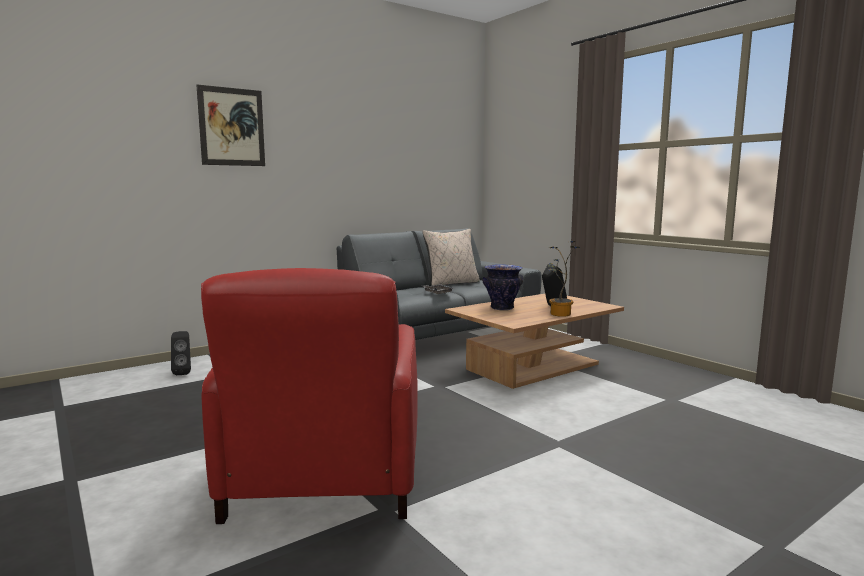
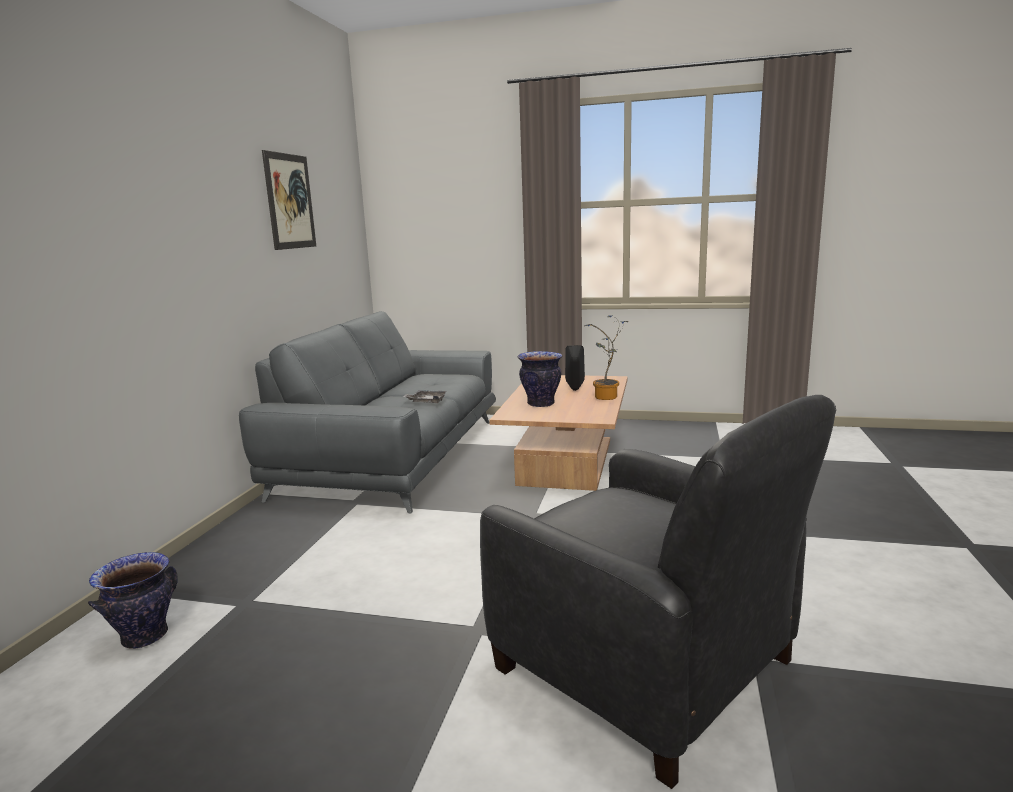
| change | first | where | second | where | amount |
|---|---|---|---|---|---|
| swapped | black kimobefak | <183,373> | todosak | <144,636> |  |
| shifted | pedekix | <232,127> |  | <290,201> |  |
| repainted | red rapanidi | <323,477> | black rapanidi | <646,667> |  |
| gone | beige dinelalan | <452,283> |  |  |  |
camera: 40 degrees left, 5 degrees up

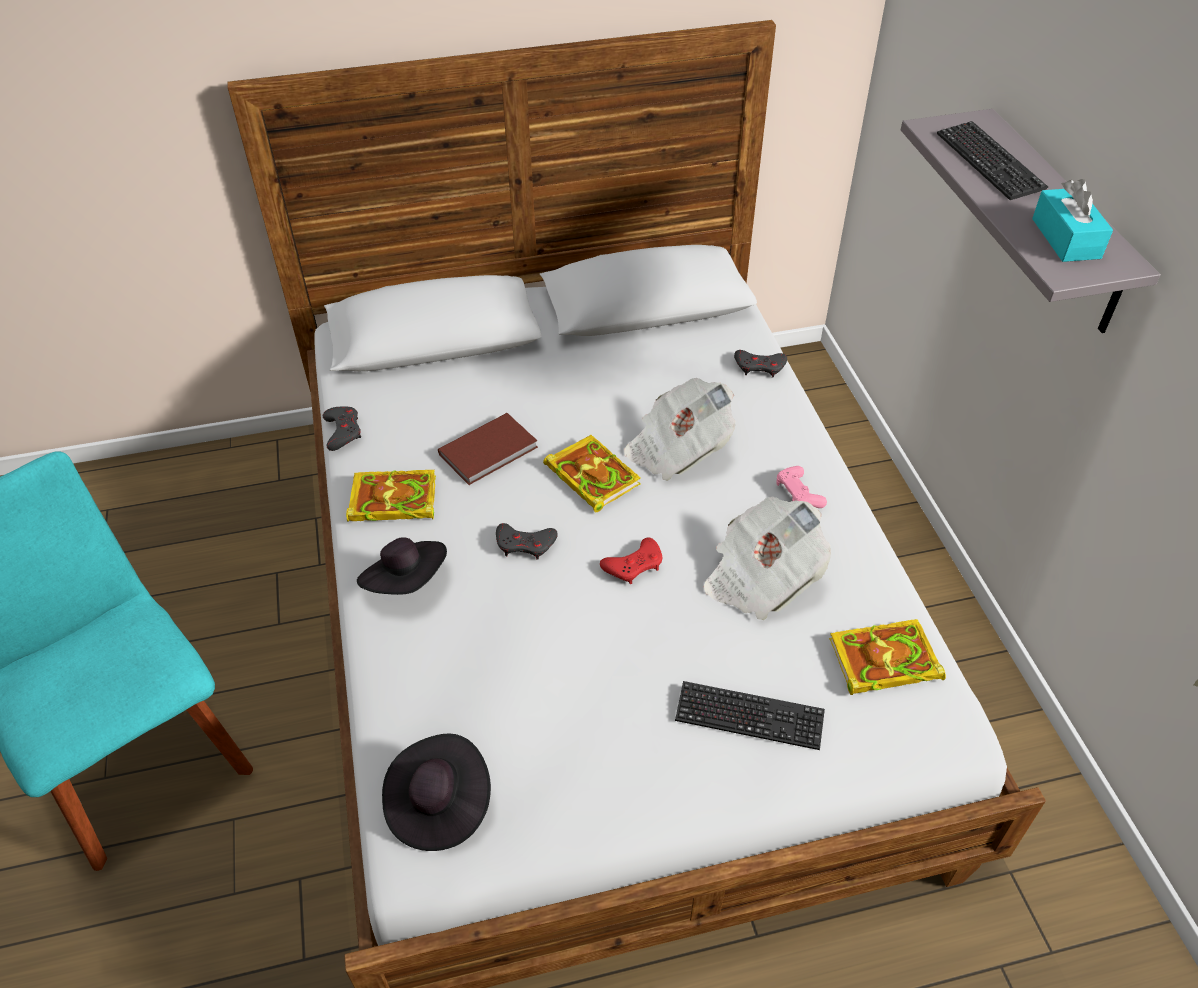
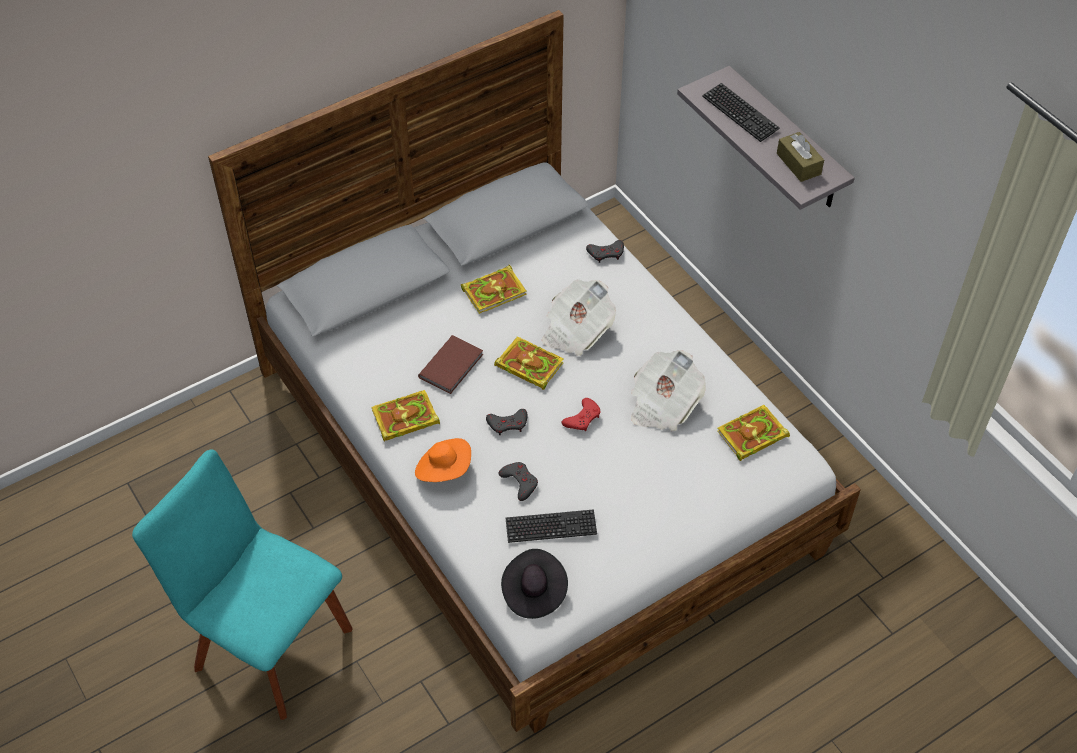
| change | first | where | second | where | amount |
|---|---|---|---|---|---|
| repainted | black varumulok | <407,581> | orange varumulok | <444,469> |  |
| new |  |  | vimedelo | <495,291> |  |
| shifted | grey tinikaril | <342,431> |  | <519,482> |  |
| shifted | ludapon | <749,717> |  | <551,527> |  |
| repainted | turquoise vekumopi | <1066,238> | brown vekumopi | <798,164> |  |
| gone | pink tinikaril | <798,494> |  |  |  |
camera: 20 degrees left, 5 degrees up

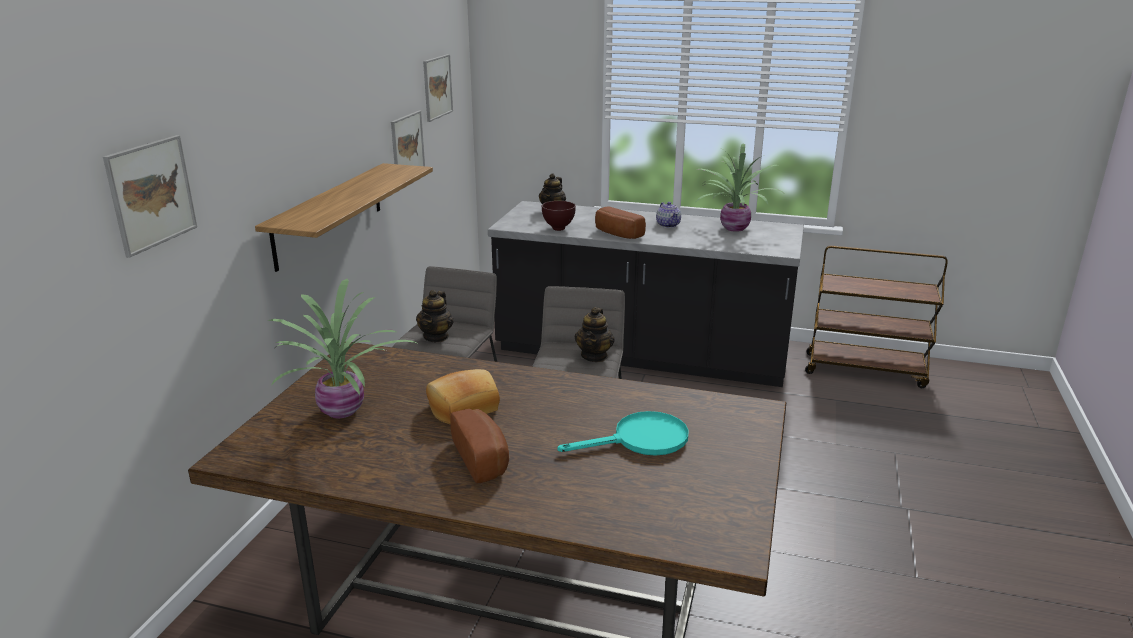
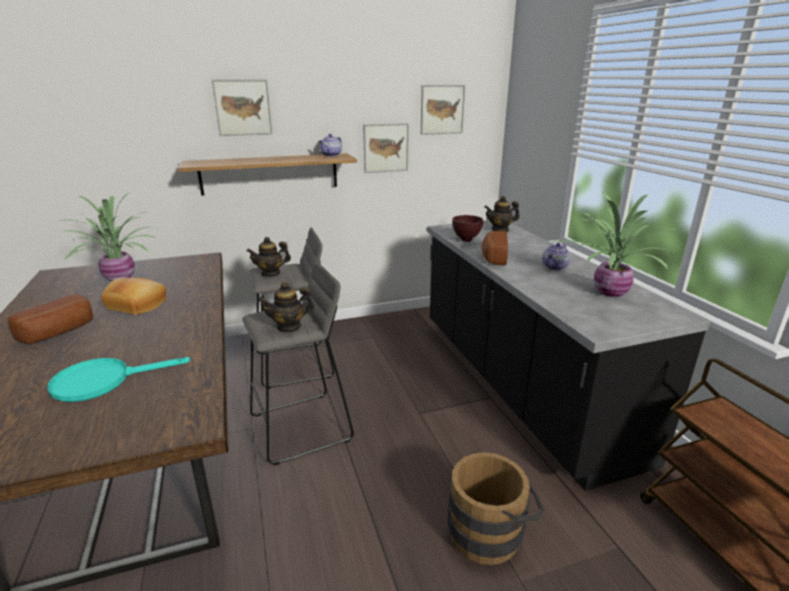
| change | first | where | second | where | amount |
|---|---|---|---|---|---|
| rotated | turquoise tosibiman | <641,440> |  | <103,381> | 120 degrees clockwise |
| shifted | pedekix | <151,194> |  | <243,107> |  |
| new |  |  | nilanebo | <331,155> |  |
| new |  |  | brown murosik | <490,531> |  |
camera: 55 degrees right, 0 degrees up

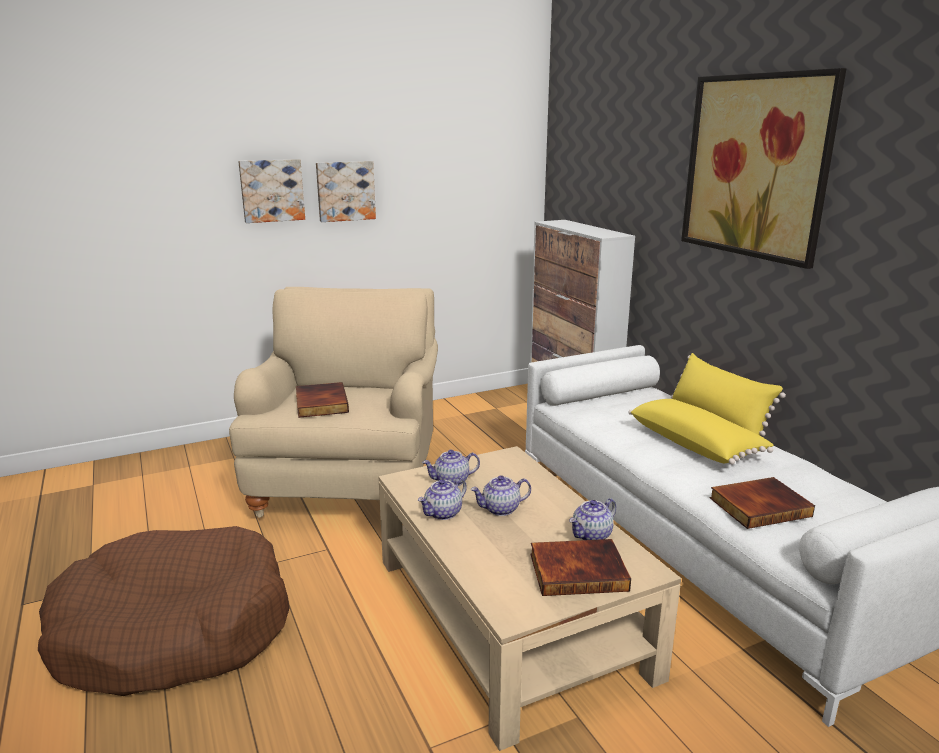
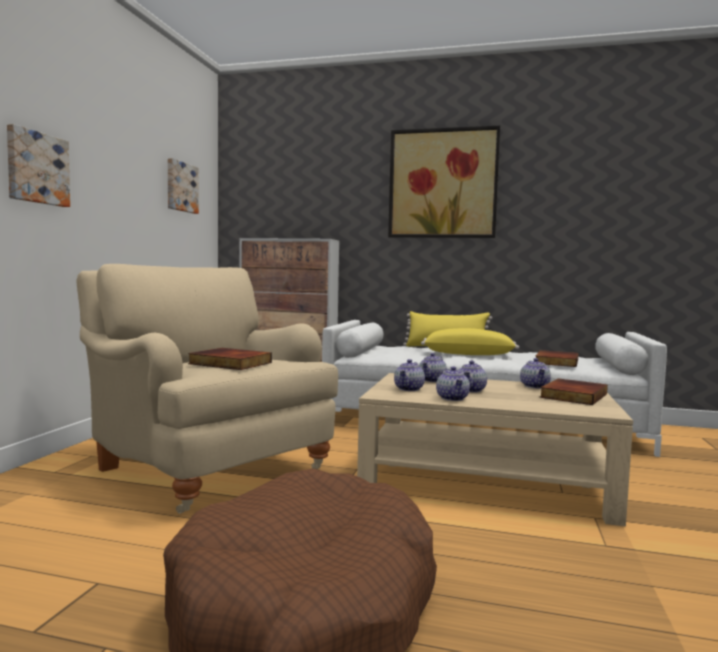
| change | first | where | second | where | amount |
|---|---|---|---|---|---|
| shifted | pedekix | <345,191> |  | <181,187> |  |
| new |  |  | nilanebo | <432,380> |  |
camera: 50 degrees left, 15 degrees down

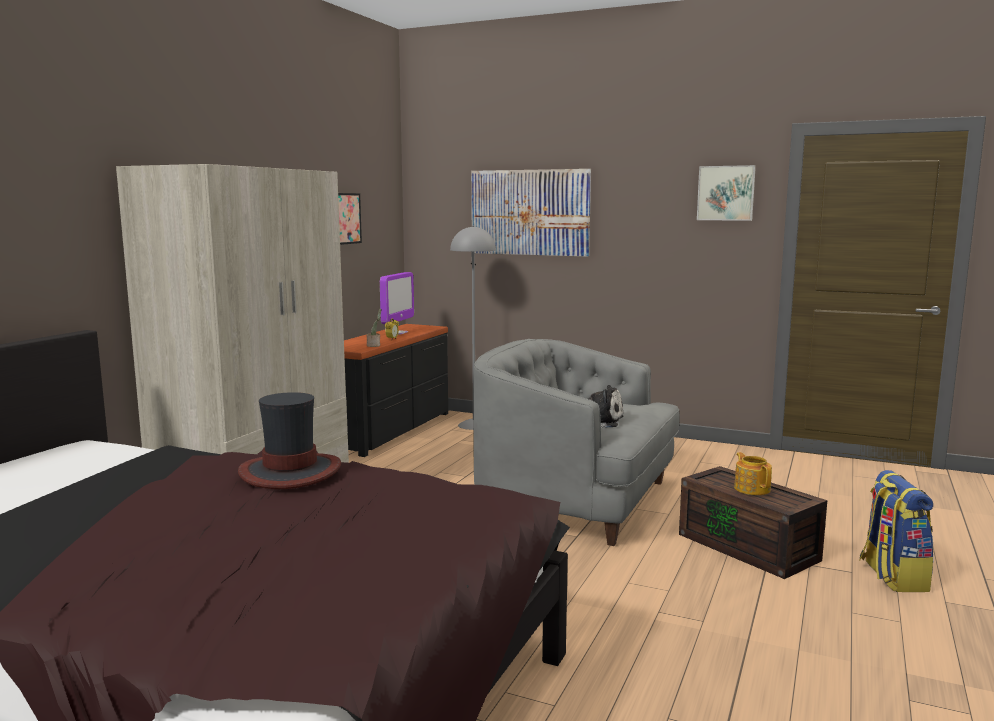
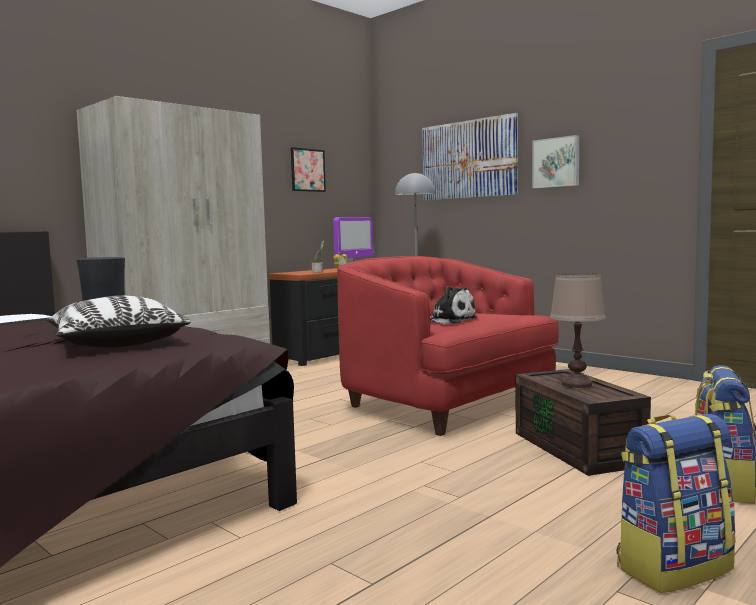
| change | first | where | second | where | amount |
|---|---|---|---|---|---|
| new |  |  | dinelalan | <117,343> |  |
| repainted | grey rapanidi | <576,501> | red rapanidi | <445,403> |  |
| shifted | pedekix | <726,193> |  | <556,162> |  |
| swapped | nilanebo | <752,488> | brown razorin | <577,384> |  |
| new |  |  | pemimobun | <673,567> |  |
camera: 20 degrees right, 5 degrees down

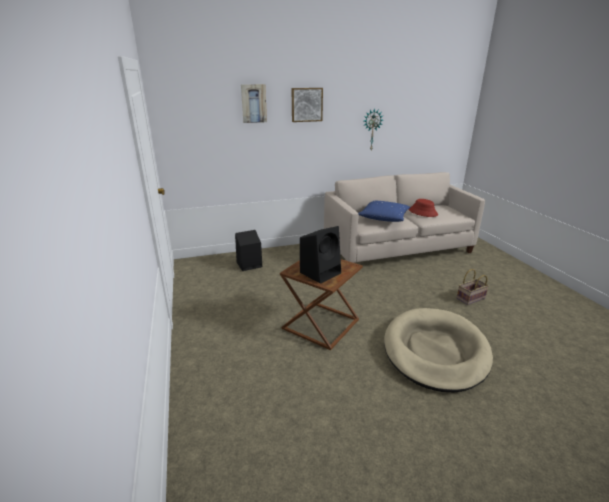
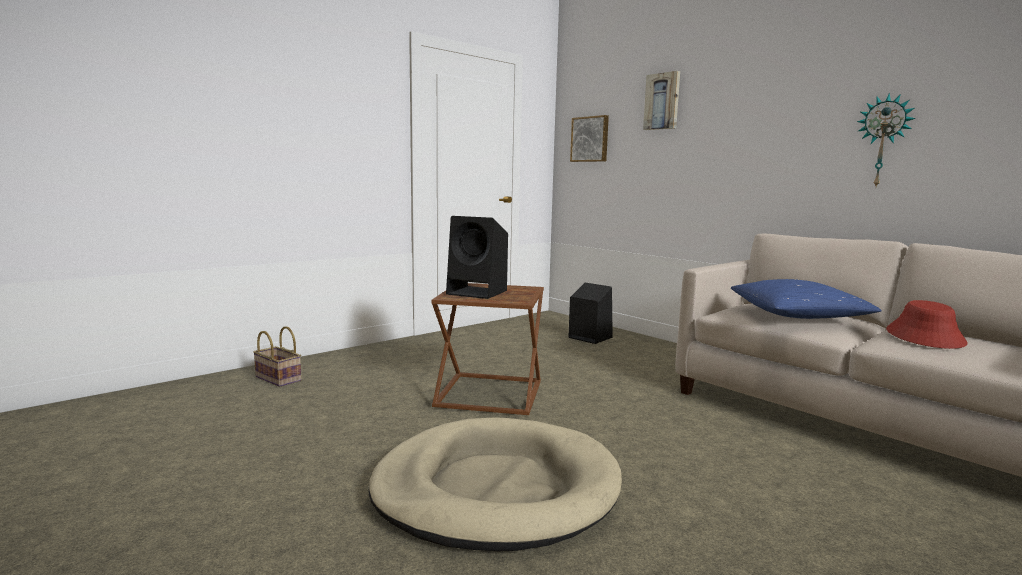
| change | first | where | second | where | amount |
|---|---|---|---|---|---|
| shifted | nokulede | <470,298> |  | <276,379> |  |
| shifted | pedekix | <306,104> |  | <590,139> |  |
camera: 65 degrees right, 15 degrees down

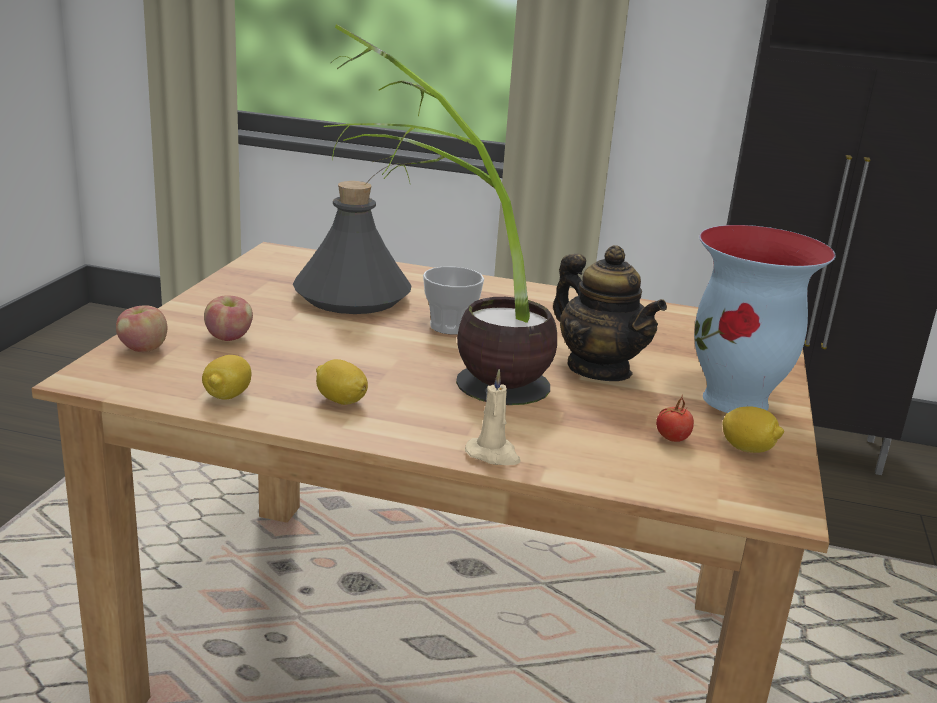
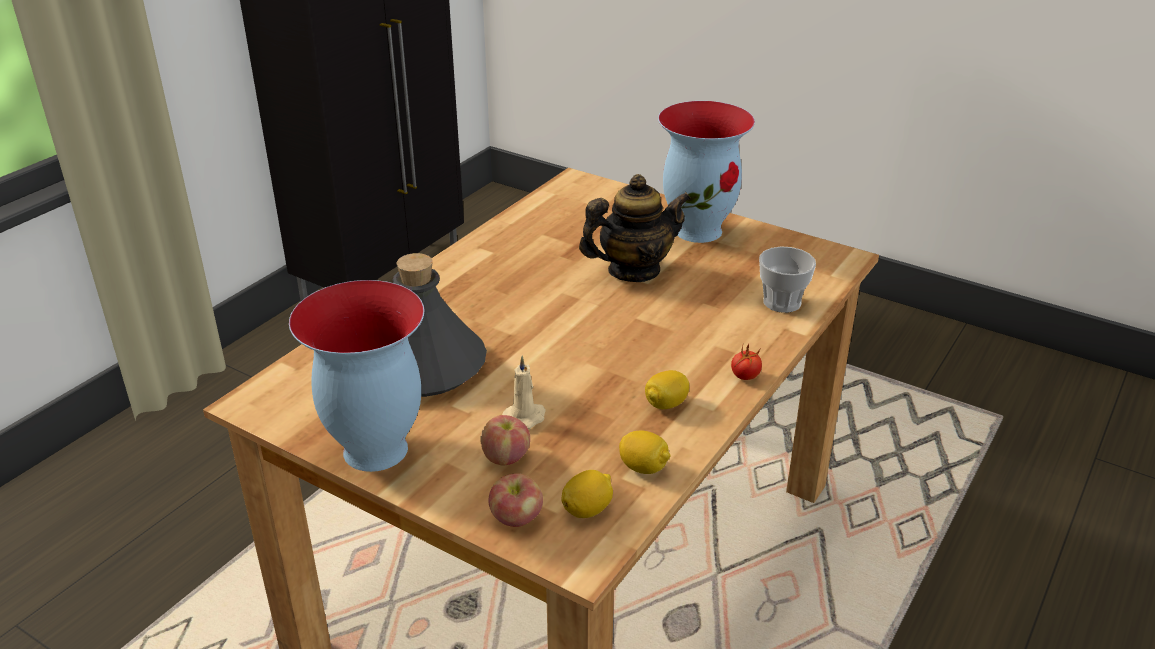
| change | first | where | second | where | amount |
|---|---|---|---|---|---|
| new |  |  | todosak | <373,451> |  |
| shifted | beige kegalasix | <493,455> |  | <525,417> |  |
| shifted | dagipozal | <747,449> |  | <587,509> |  |
| shifted | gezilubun | <672,438> |  | <745,377> |  |
| shifted | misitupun | <450,326> |  | <782,302> |  |
| gone | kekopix | <447,373> |  |  |  |
camera: 70 degrees left, 10 degrees up

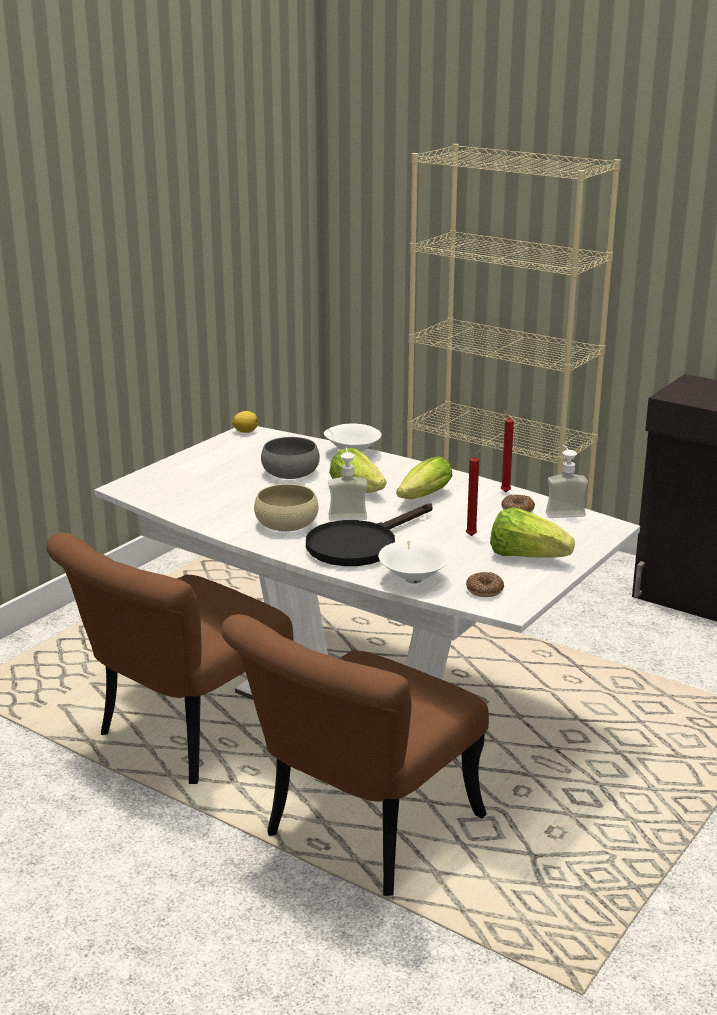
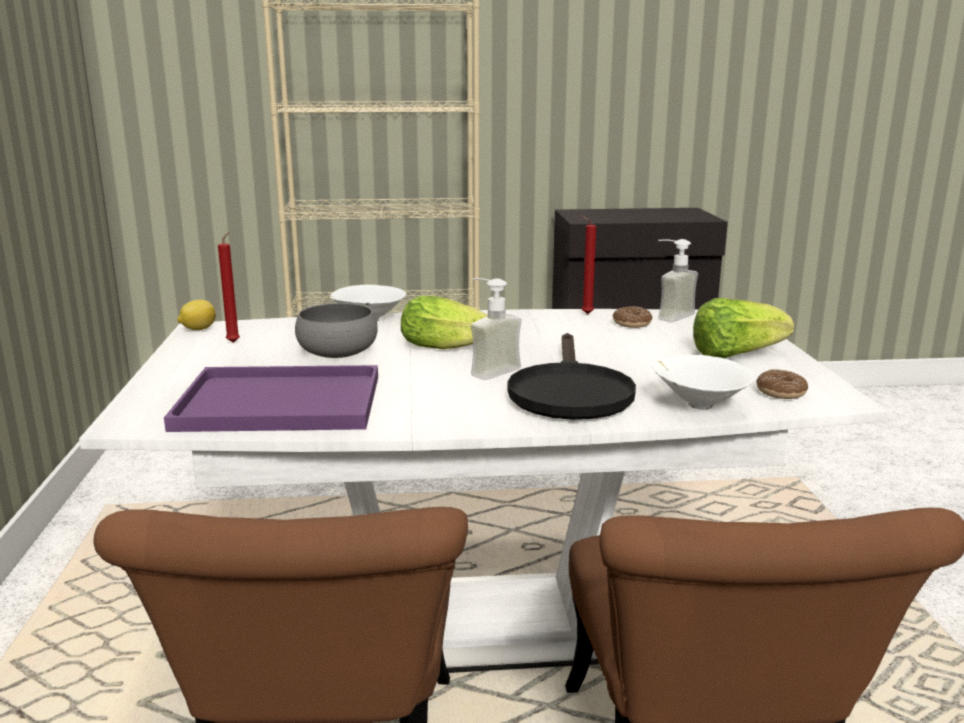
| change | first | where | second | where | amount |
|---|---|---|---|---|---|
| new |  |  | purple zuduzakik | <275,403> |  |
| shifted | red kegalasix | <473,535> |  | <235,342> |  |
| gone | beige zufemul | <286,524> |  |  |  |
| gone | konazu | <421,498> |  |  |  |
camera: 40 degrees left, 5 degrees down

